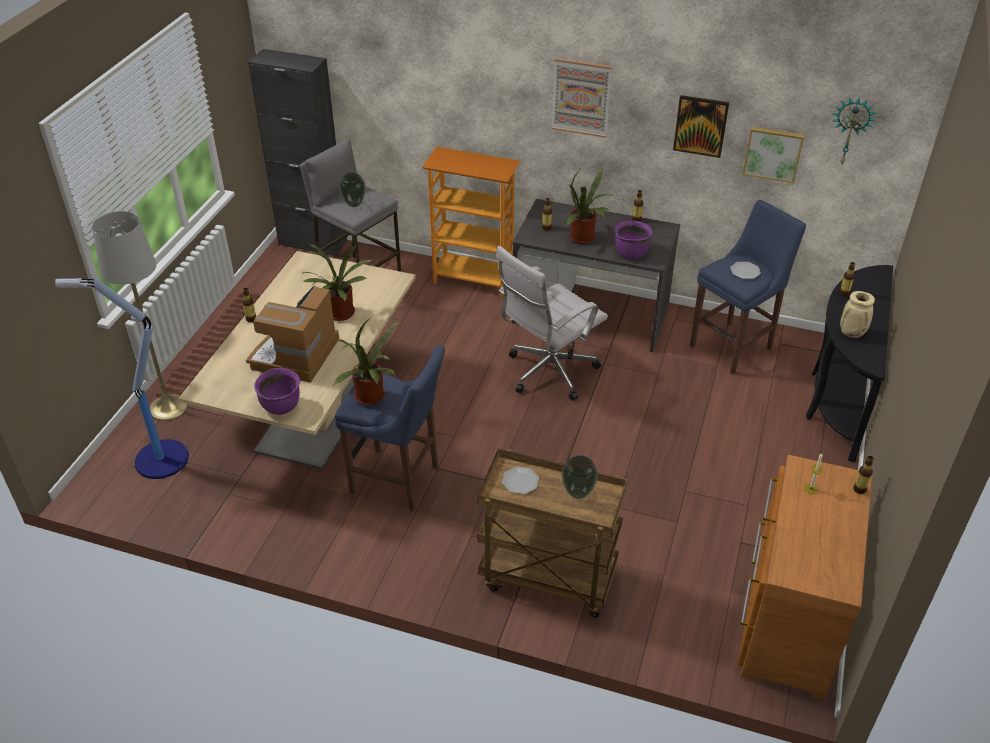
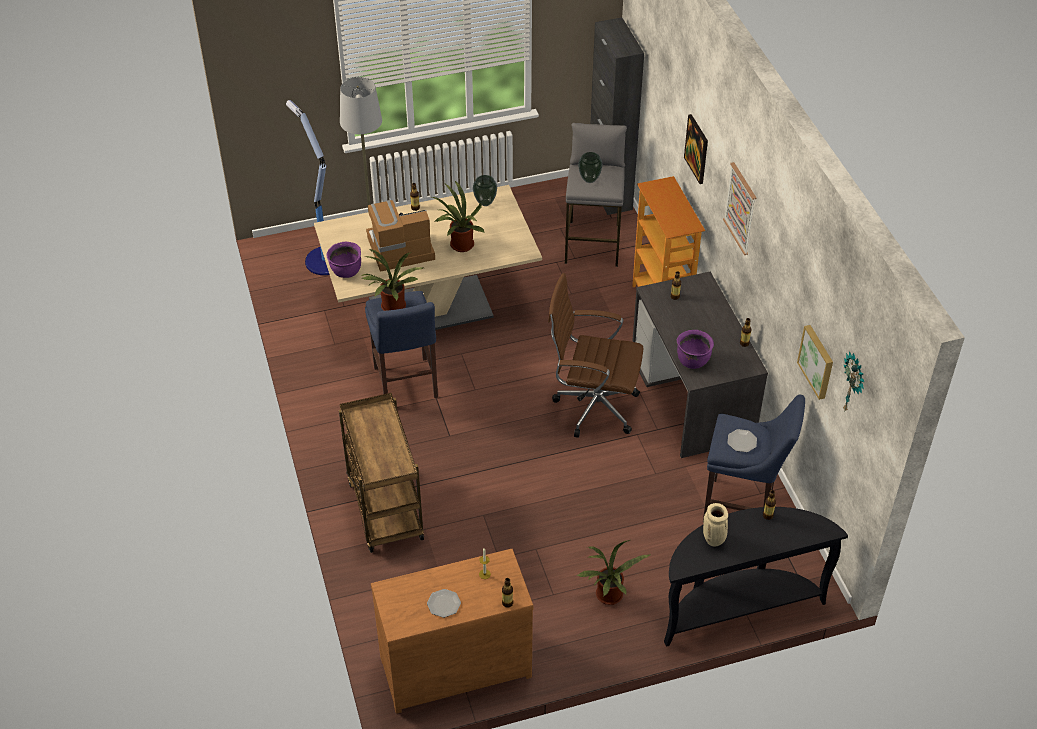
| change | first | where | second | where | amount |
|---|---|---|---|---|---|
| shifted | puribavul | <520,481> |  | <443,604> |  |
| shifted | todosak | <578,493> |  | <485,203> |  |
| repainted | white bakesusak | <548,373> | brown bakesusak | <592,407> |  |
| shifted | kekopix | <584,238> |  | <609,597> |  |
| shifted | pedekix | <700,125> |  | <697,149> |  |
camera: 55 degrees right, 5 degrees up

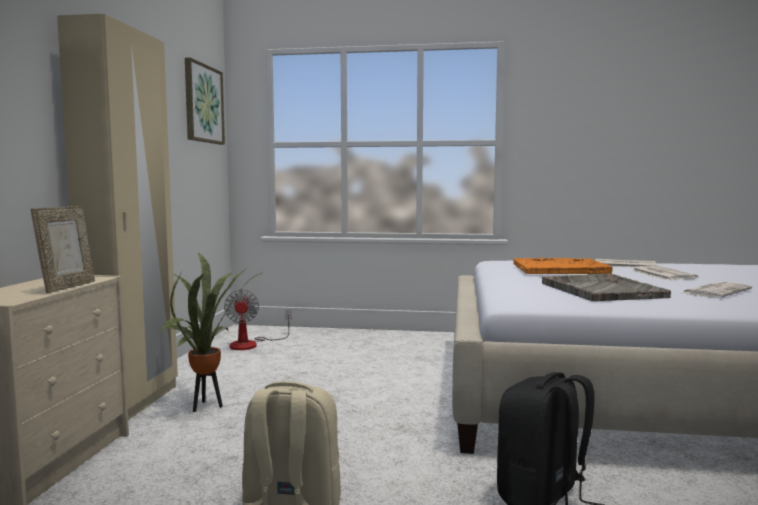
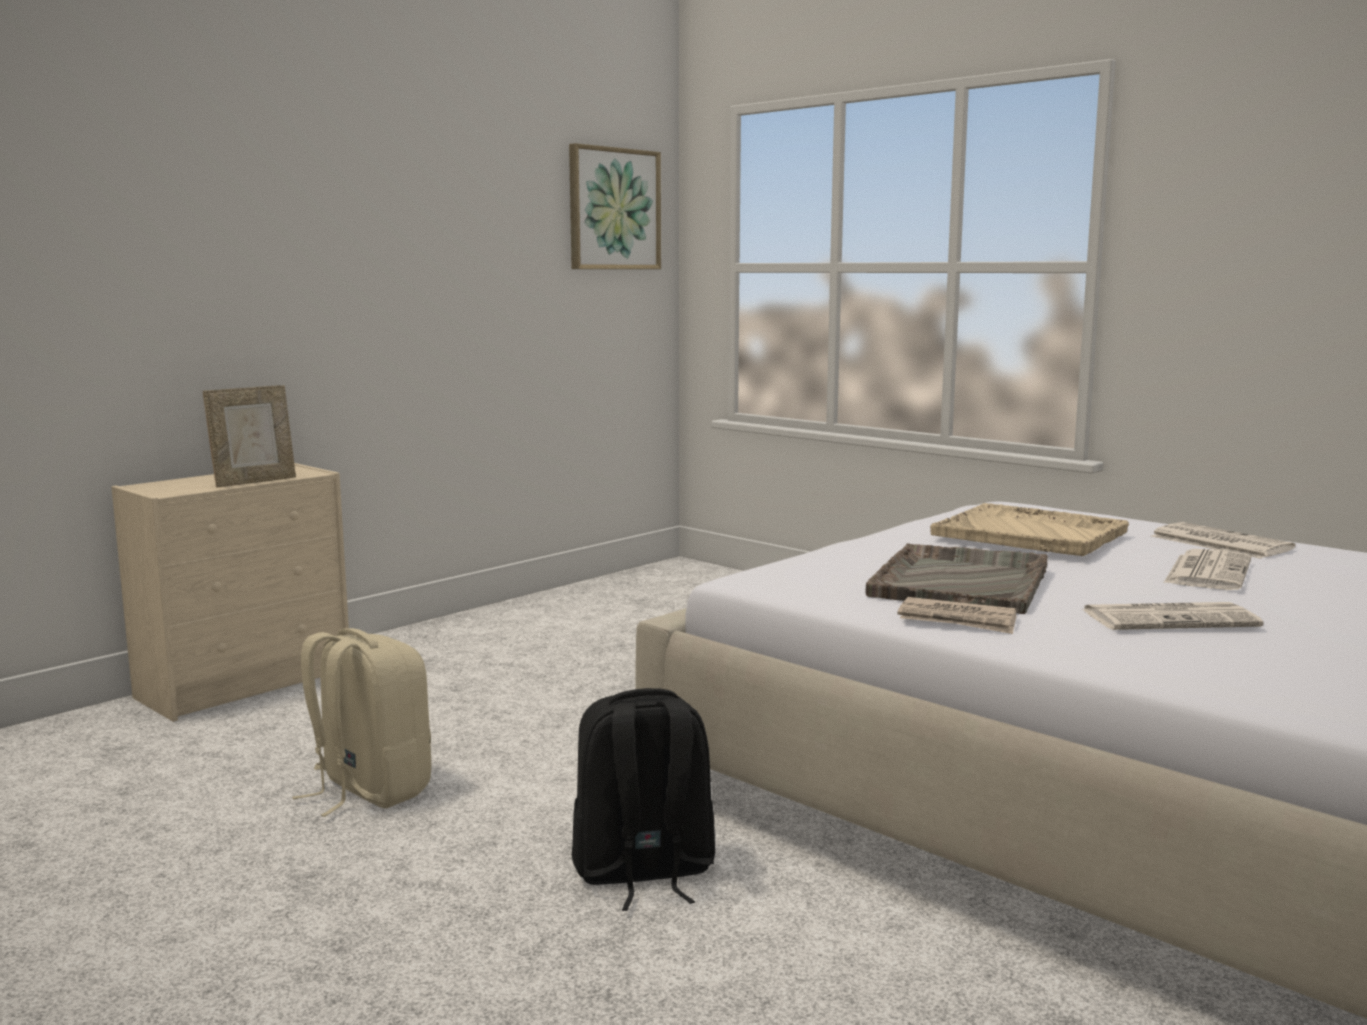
| change | first | where | second | where | amount |
|---|---|---|---|---|---|
| new |  |  | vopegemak | <957,620> |  |
| repainted | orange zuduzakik | <561,269> | beige zuduzakik | <1031,534> |  |
| gone | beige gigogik | <134,403> |  |  |  |
| gone | kekopix | <207,406> |  |  |  |
| gone | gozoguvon | <251,344> |  |  |  |
camera: 35 degrees right, 5 degrees up

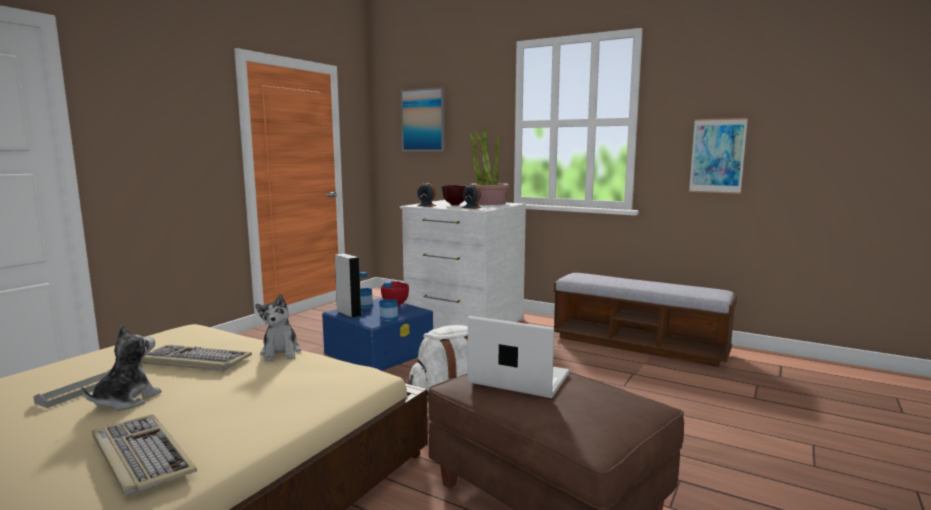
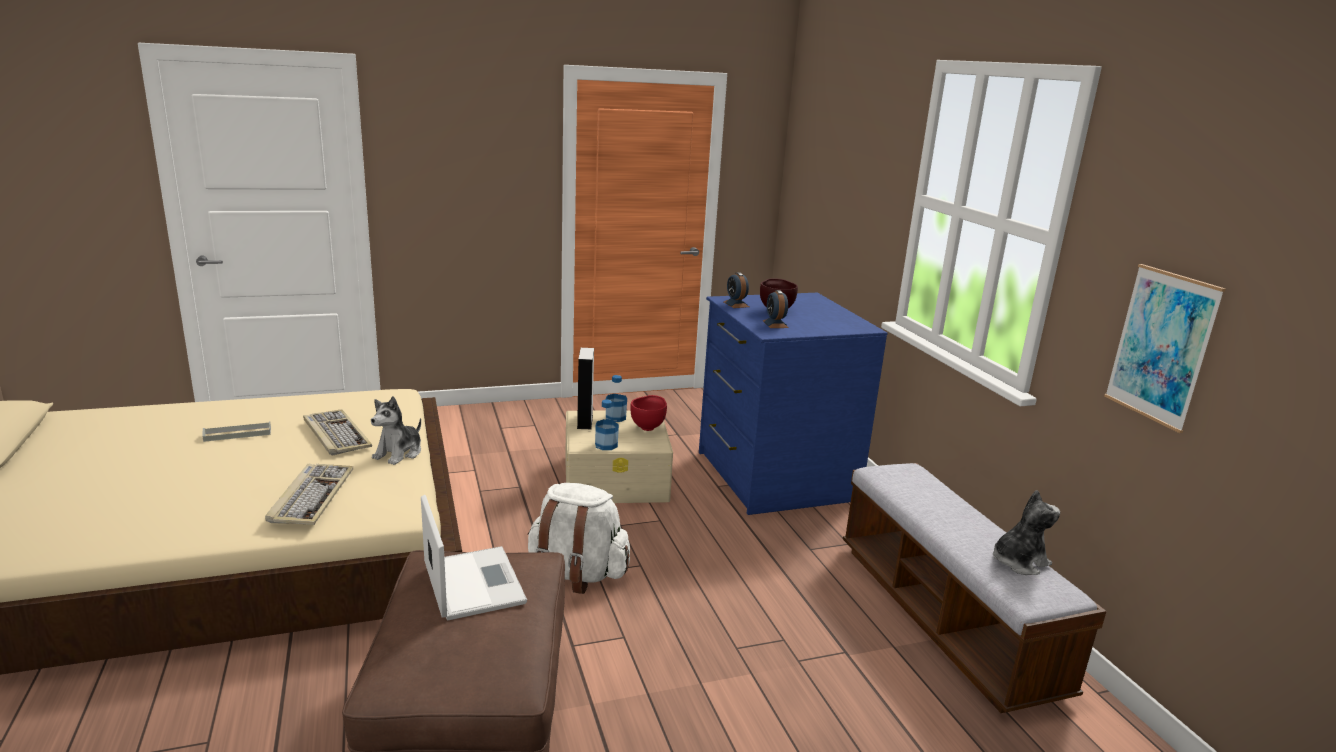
| change | first | where | second | where | amount |
|---|---|---|---|---|---|
| shifted | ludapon | <140,456> |  | <311,496> |  |
| repainted | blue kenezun | <380,352> | beige kenezun | <616,478> |  |
| repainted | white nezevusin | <464,322> | blue nezevusin | <773,476> |  |
| shifted | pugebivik | <126,400> |  | <1018,561> |  |
| gone | pedekix | <423,120> |  |  |  |
| gone | kekopix | <488,203> |  |  |  |
camera: 40 degrees right, 10 degrees up

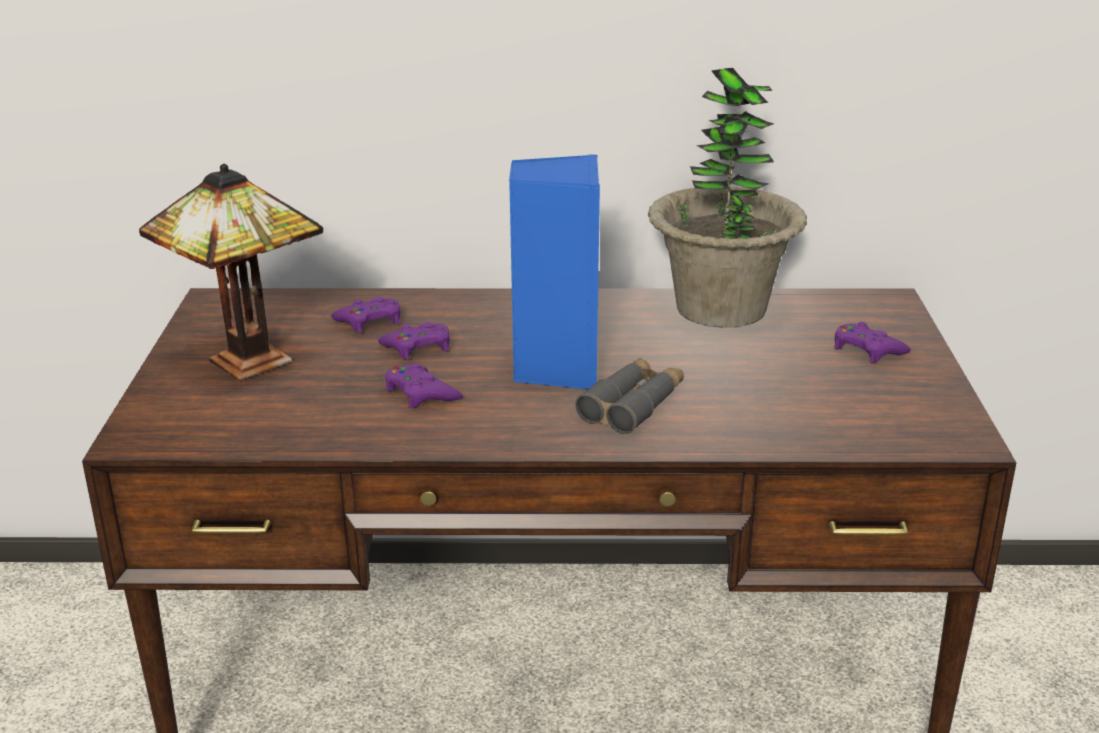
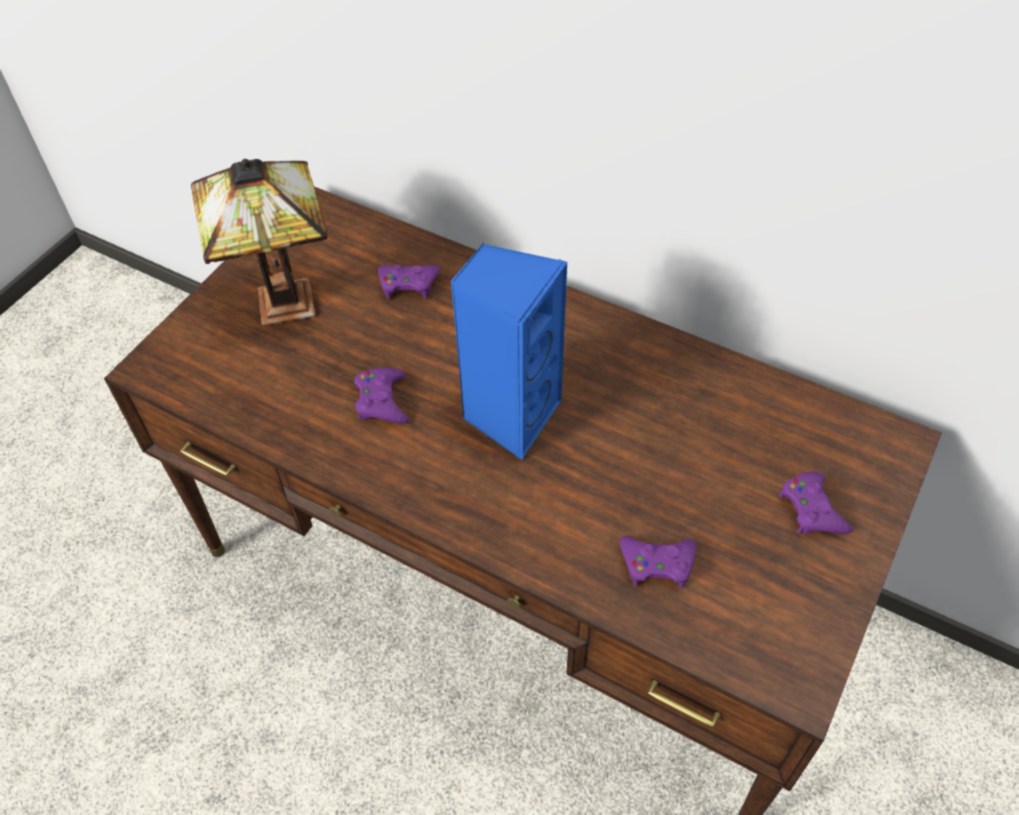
| change | first | where | second | where | amount |
|---|---|---|---|---|---|
| shifted | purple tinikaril | <418,347> |  | <657,564> |  |
| gone | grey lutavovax | <632,405> |  |  |  |
| gone | kekopix | <720,309> |  |  |  |
camera: 30 degrees right, 25 degrees up

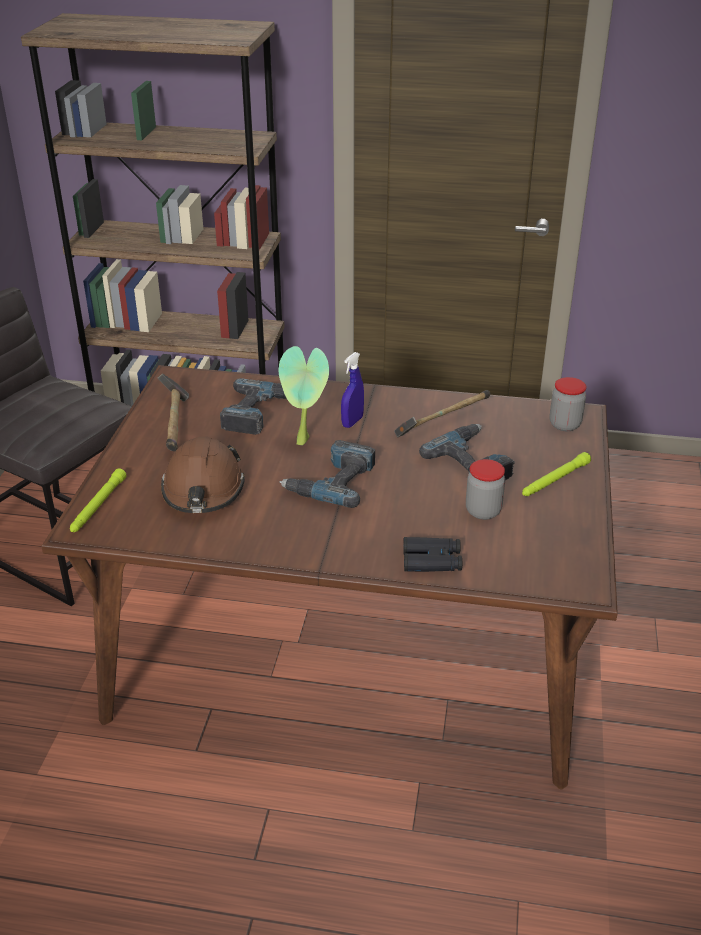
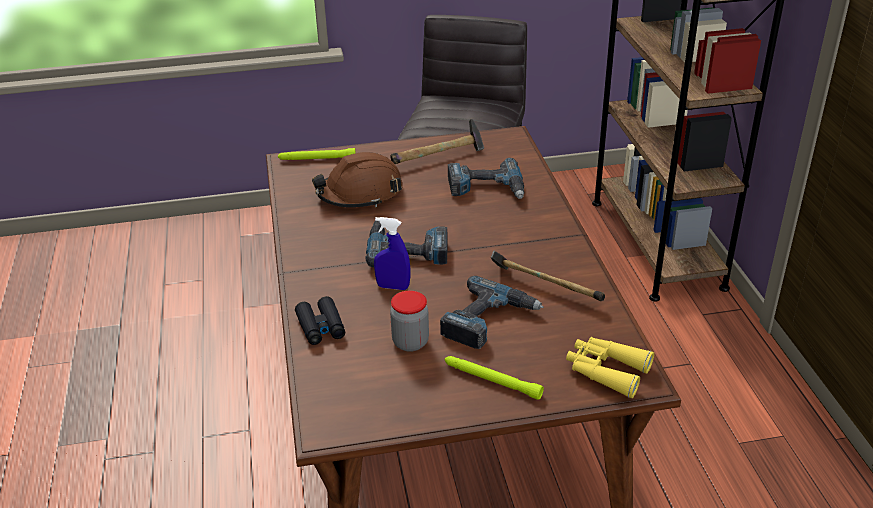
| change | first | where | second | where | amount |
|---|---|---|---|---|---|
| shifted | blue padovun | <352,422> |  | <393,287> |  |
| swapped | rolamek | <564,424> | yellow lutavovax | <606,371> |  |
| gone | kekopix | <305,442> |  |  |  |
camera: 70 degrees right, 0 degrees up

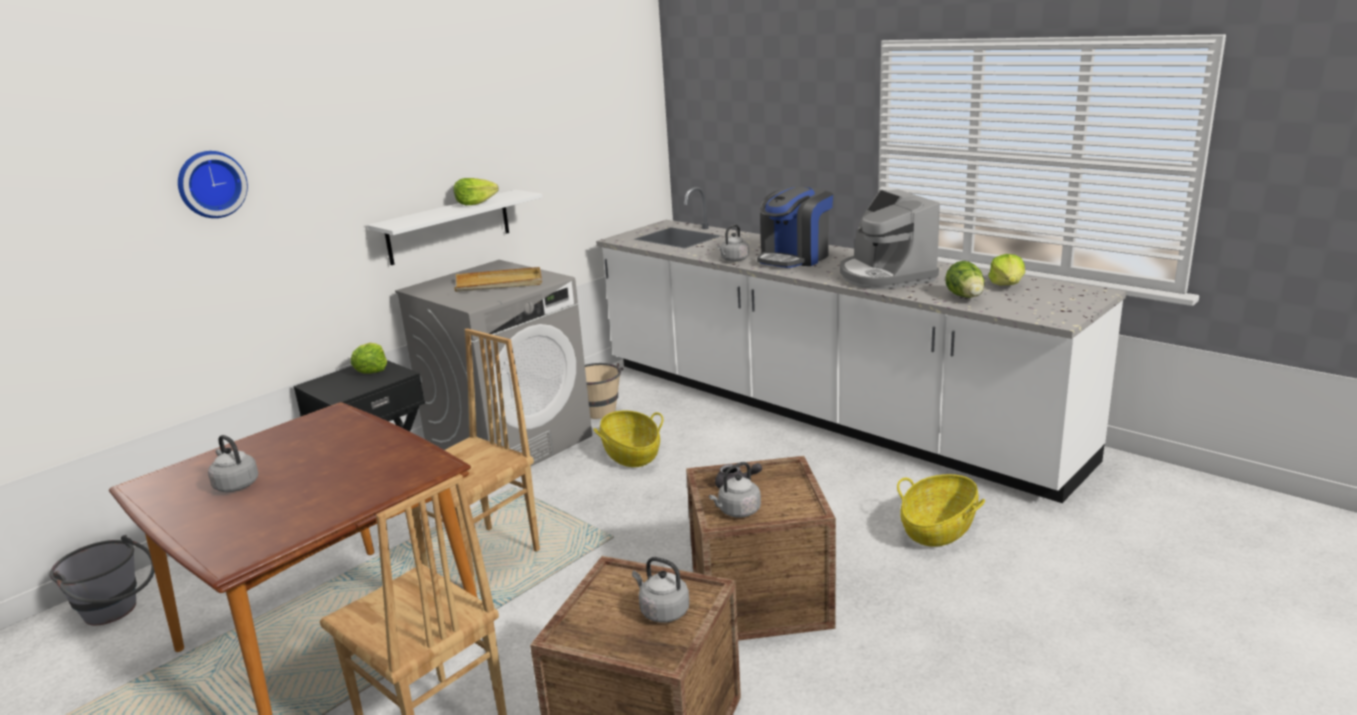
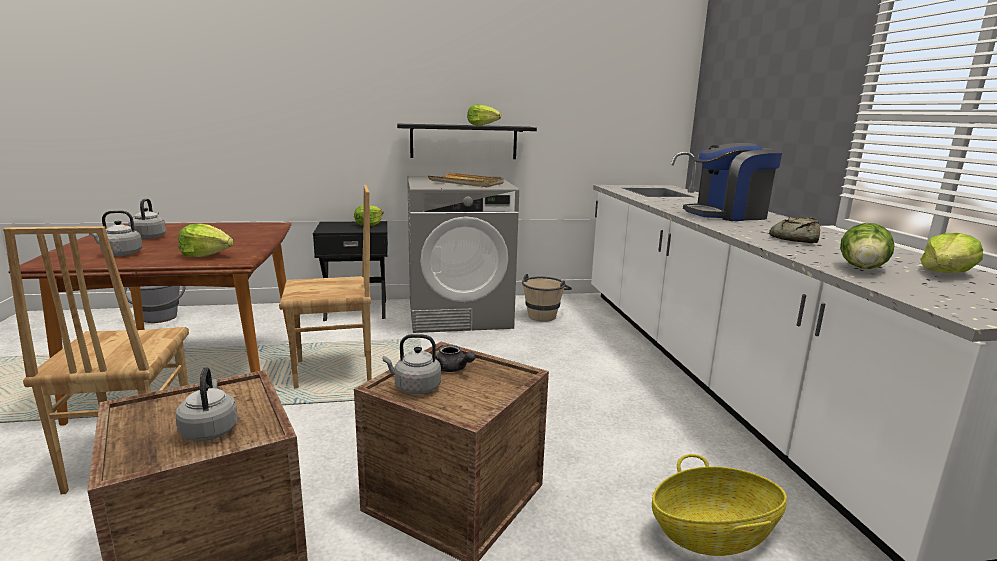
| change | first | where | second | where | amount |
|---|---|---|---|---|---|
| shifted | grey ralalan | <733,260> |  | <120,254> |  |
| new |  |  | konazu | <206,255> |  |
| repainted | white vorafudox | <449,227> | black vorafudox | <464,141> |  |
| swapped | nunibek | <885,276> | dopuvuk | <794,239> |  |
| gone | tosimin | <210,184> |  |  |  |
| gone | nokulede | <631,454> |  |  |  |
camera: 35 degrees right, 5 degrees down

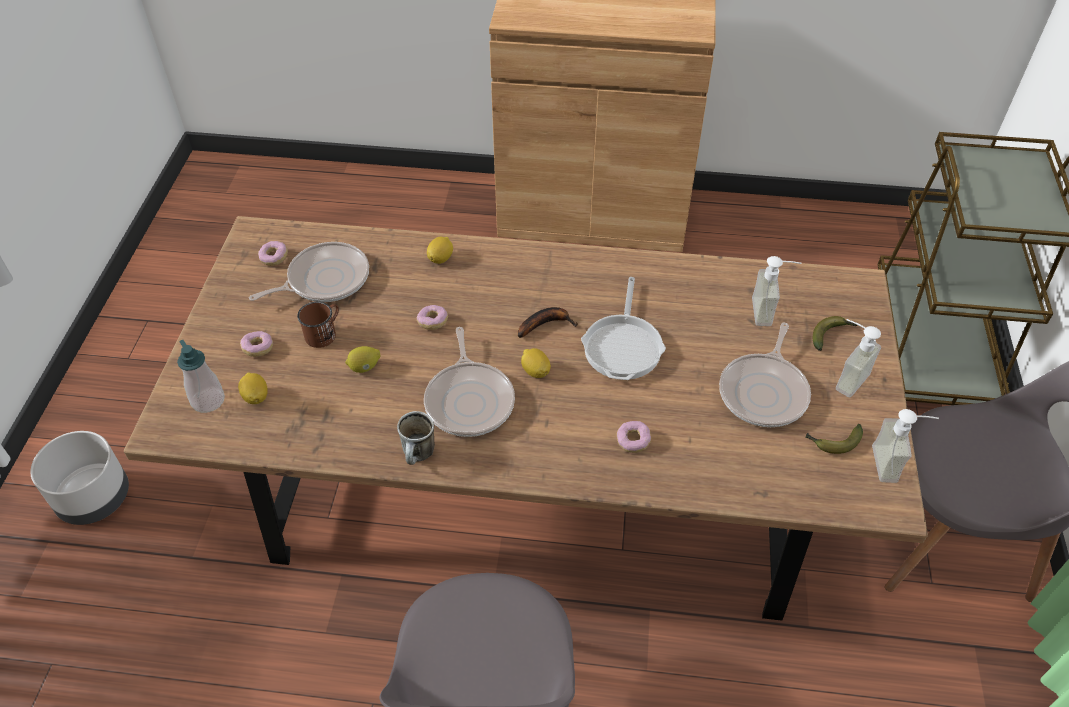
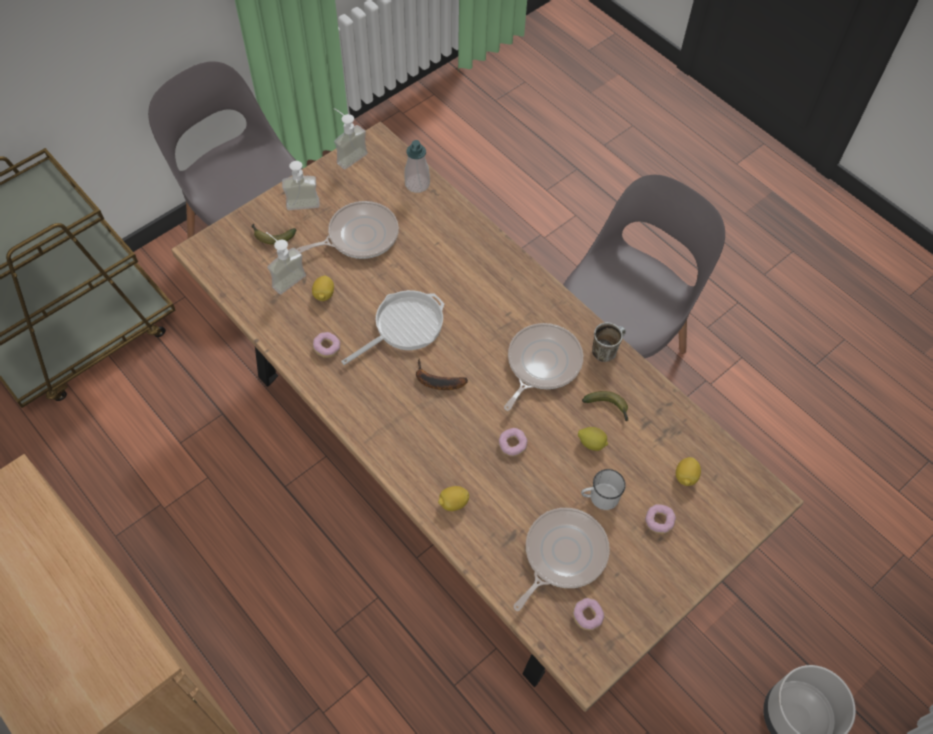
| change | first | where | second | where | amount |
|---|---|---|---|---|---|
| shifted | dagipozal | <535,371> |  | <324,294> |  |
| shifted | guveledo | <633,441> |  | <327,348> |  |
| shifted | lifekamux | <208,400> |  | <417,184> |  |
| rotated | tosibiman | <324,280> |  | <562,555> | 120 degrees clockwise |
| repainted | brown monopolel | <324,333> | white monopolel | <599,497> |  |
| shifted | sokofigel | <833,442> |  | <608,408> |  |
camera: 140 degrees left, 10 degrees up

